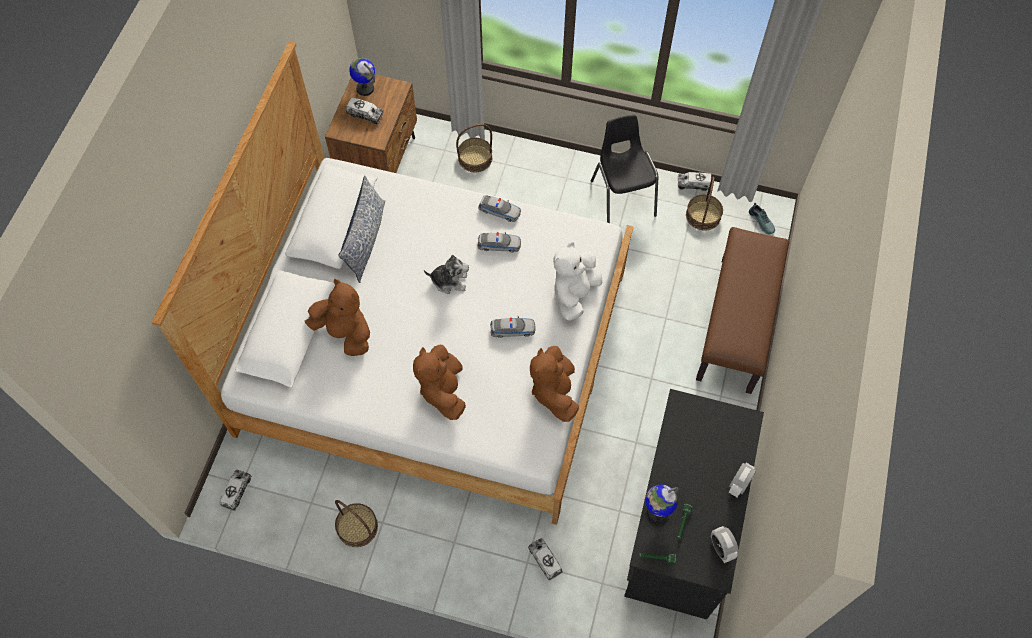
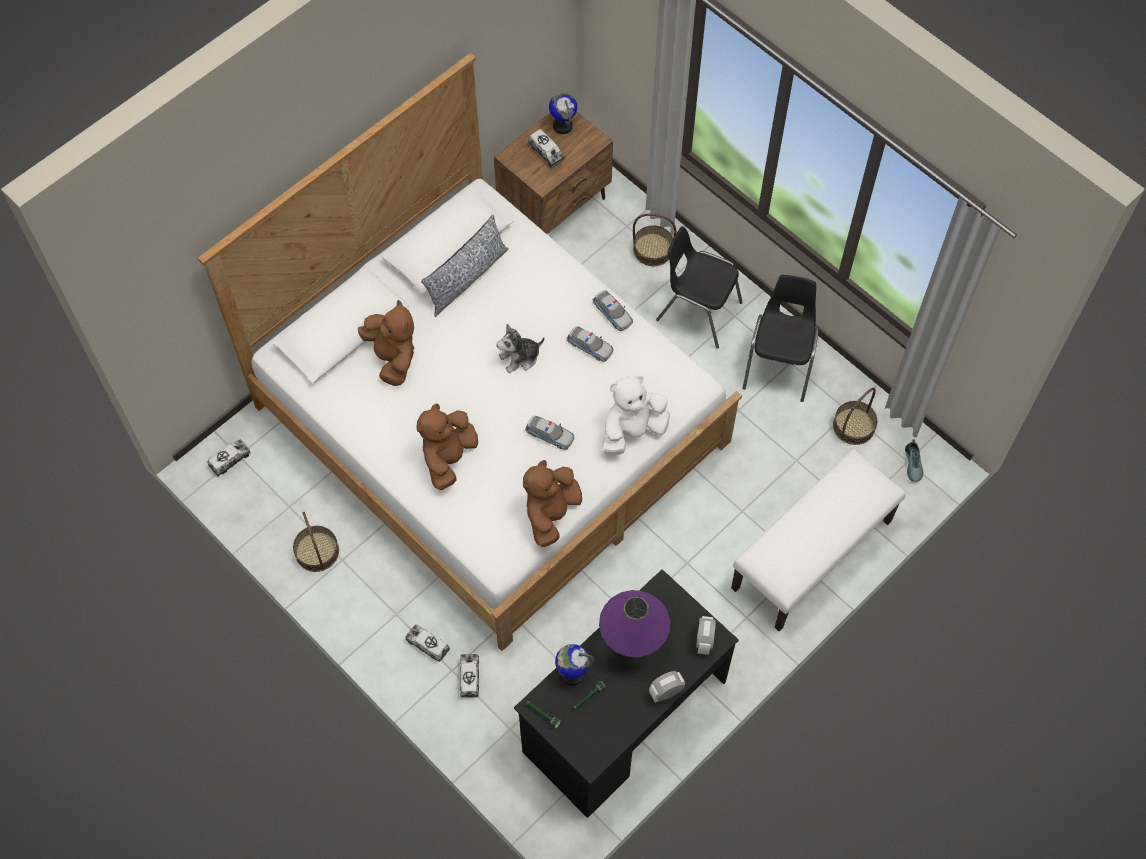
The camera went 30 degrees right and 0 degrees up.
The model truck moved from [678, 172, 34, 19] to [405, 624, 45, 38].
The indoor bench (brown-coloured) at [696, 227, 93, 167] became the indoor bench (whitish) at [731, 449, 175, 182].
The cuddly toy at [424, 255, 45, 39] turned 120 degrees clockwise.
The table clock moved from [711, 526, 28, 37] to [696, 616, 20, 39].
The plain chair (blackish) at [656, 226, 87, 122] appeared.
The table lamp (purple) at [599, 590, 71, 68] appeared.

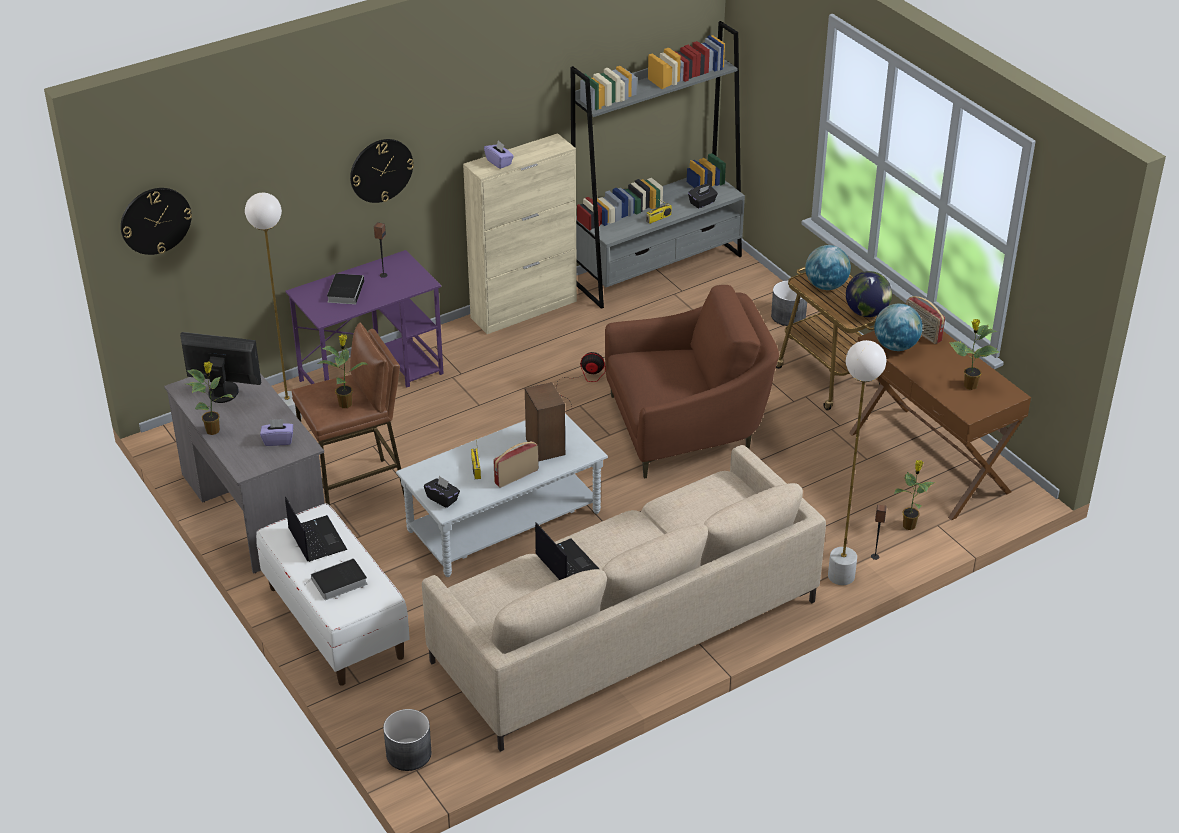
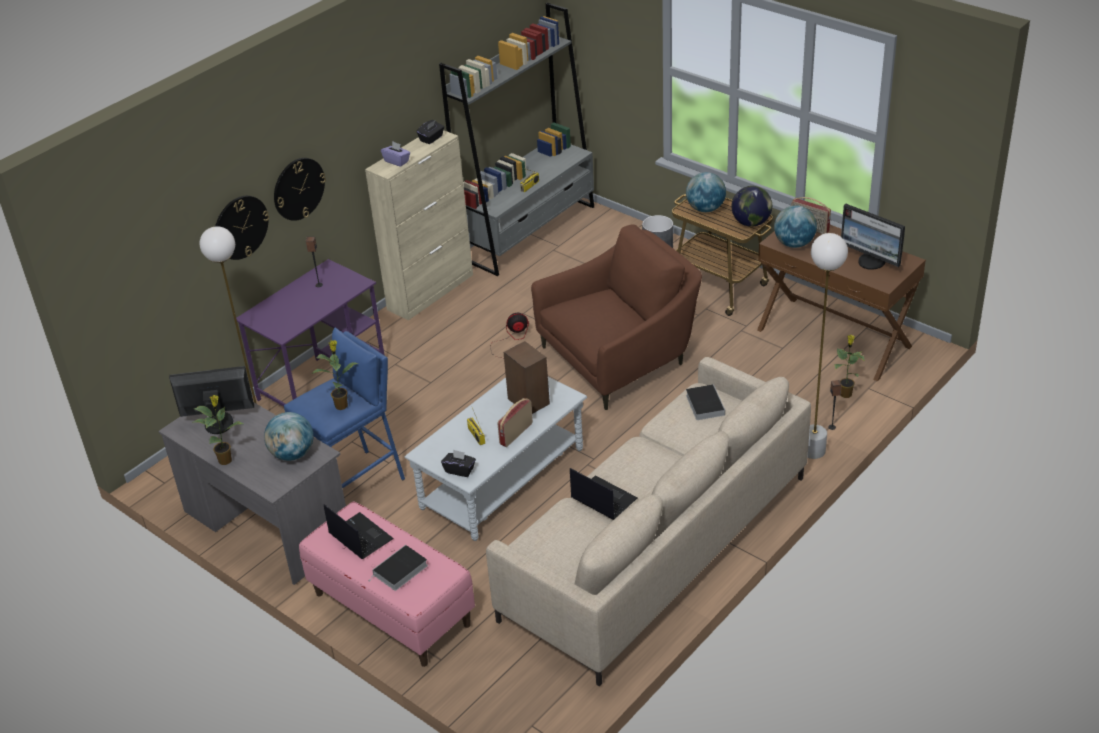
The camera went 15 degrees left and 0 degrees up.
The box of tissues (blackish) moved from [688, 184, 30, 24] to [417, 120, 27, 24].
The wall clock moved from [121, 188, 71, 67] to [215, 196, 54, 64].
The book moved from [327, 274, 37, 30] to [686, 384, 39, 36].
The houseplant at [949, 319, 50, 71] was replaced by the monitor at [841, 204, 64, 66].
The stool (brown-coloured) at [292, 322, 112, 184] became the stool (blue-coloured) at [284, 328, 121, 160].
The box of tissues (purple) at [260, 419, 33, 27] was replaced by the desk globe at [264, 412, 50, 49].
The indoor bench (whitish) at [256, 503, 154, 183] became the indoor bench (pink-coloured) at [299, 501, 176, 166].
The flower pot (greyish) at [383, 709, 48, 62] disappeared.

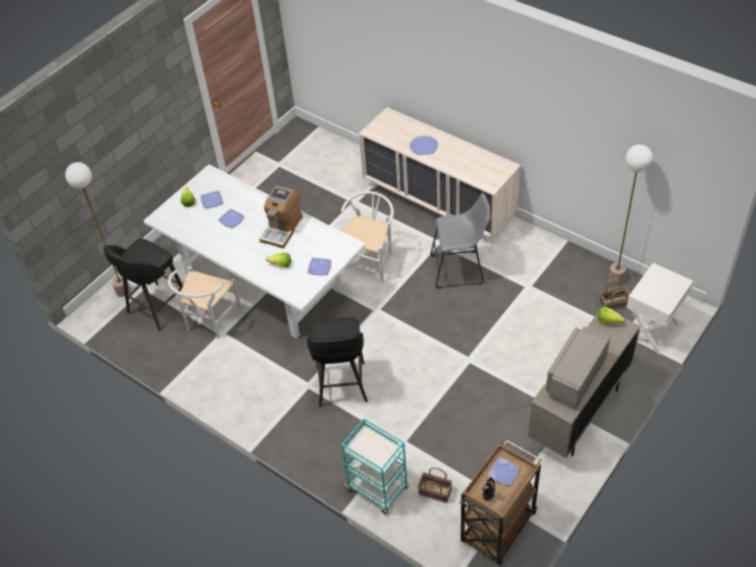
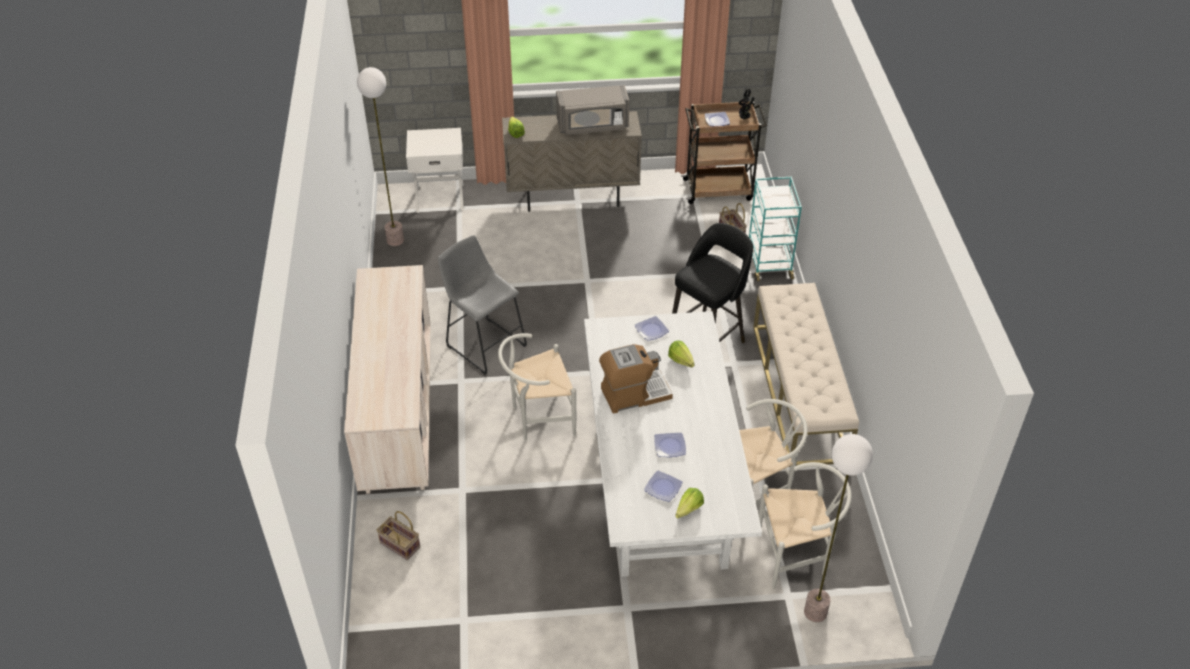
The camera went 135 degrees left and 5 degrees down.
The plate at [410, 136, 28, 19] disappeared.
The stool (blackish) at [103, 238, 80, 93] was replaced by the plain chair (whitish) at [759, 462, 93, 127].
The storage basket moved from [599, 279, 31, 31] to [377, 511, 43, 49].
The indoor bench (beige-coloured) at [753, 283, 106, 184] appeared.

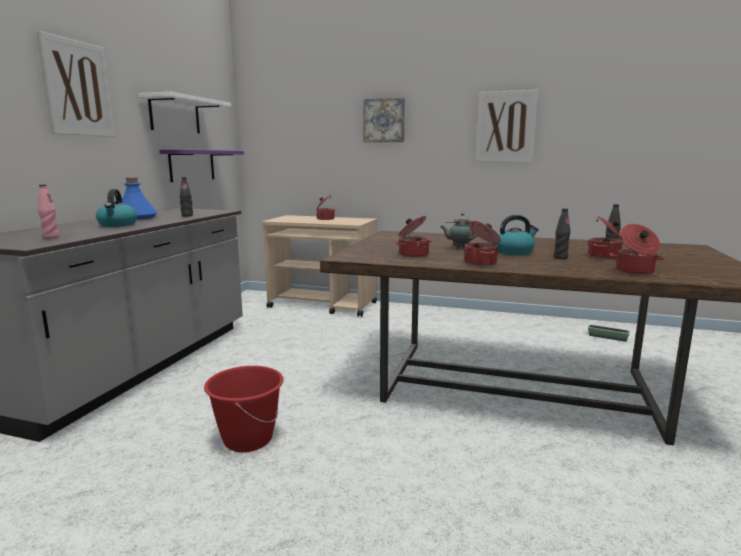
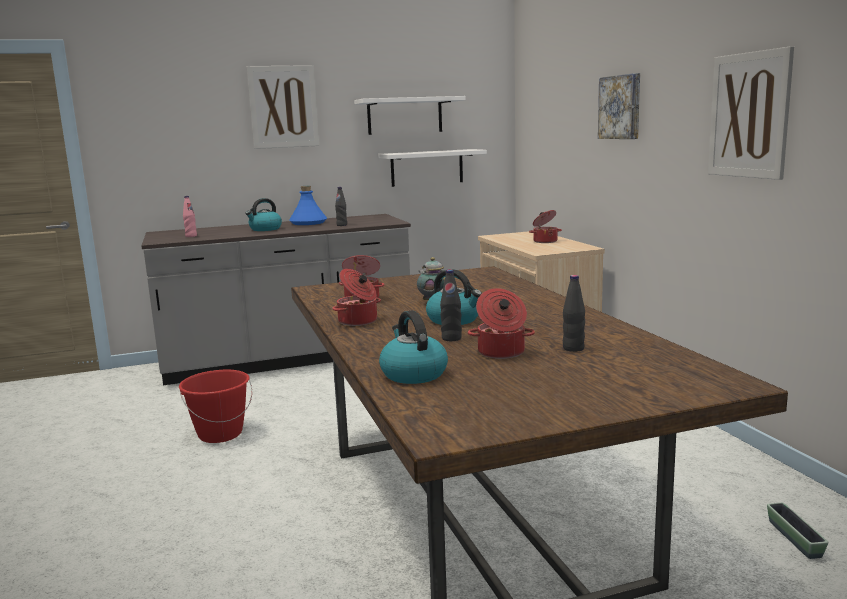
The camera went 55 degrees right and 0 degrees up.
The wall shelf (purple) at [159, 150, 85, 32] became the wall shelf (whitish) at [378, 149, 109, 38].
The cooking pot at [609, 224, 56, 51] was replaced by the kettle at [379, 310, 69, 74].

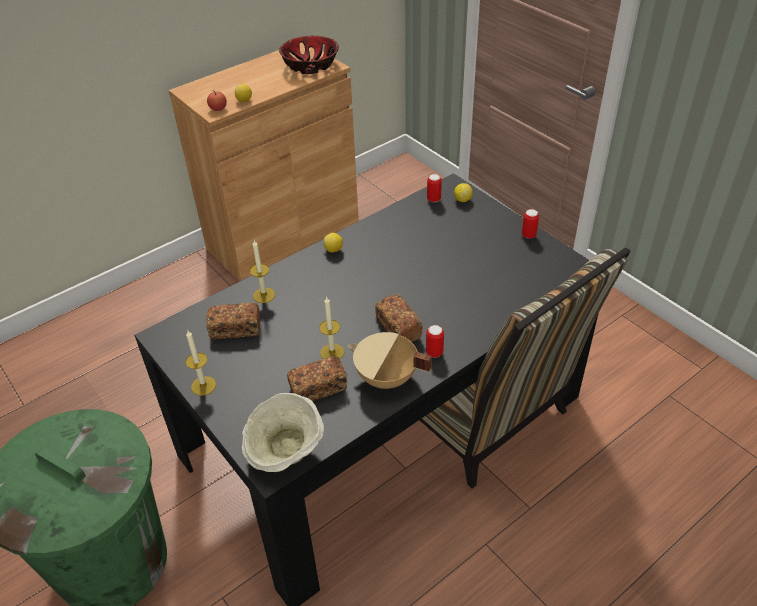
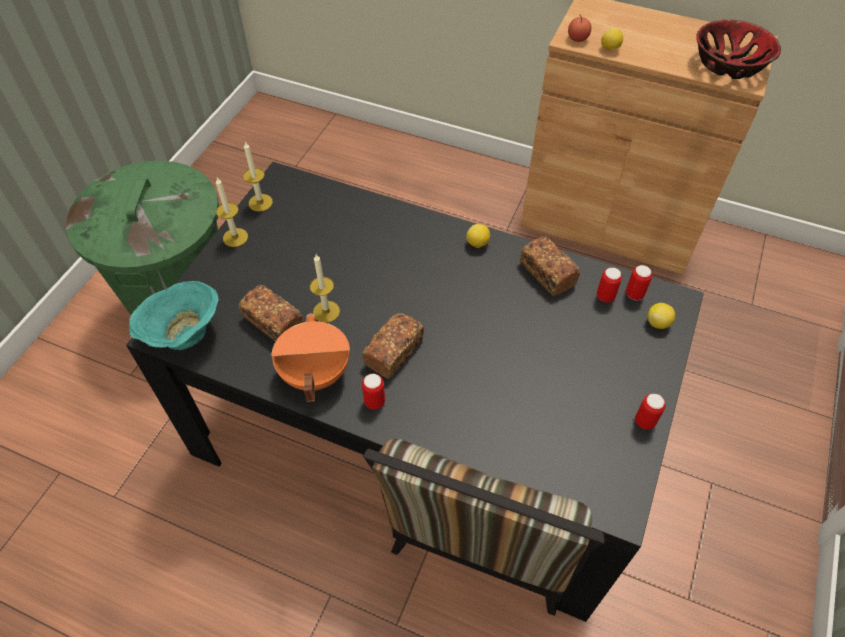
The camera went 60 degrees right and 10 degrees up.
The wax light moved from [250, 240, 25, 63] to [243, 142, 30, 70].
The bread moved from [206, 302, 54, 38] to [520, 236, 60, 60].
The cooking pot (beige-coloured) at [348, 332, 84, 57] became the cooking pot (orange) at [271, 313, 79, 89].
The bowl (beige-coloured) at [242, 393, 82, 79] became the bowl (turquoise) at [129, 281, 90, 69].
The can at [597, 267, 25, 35] appeared.

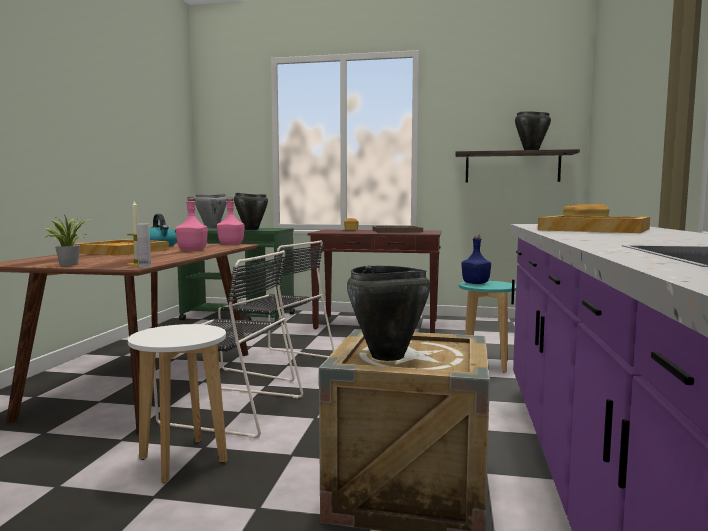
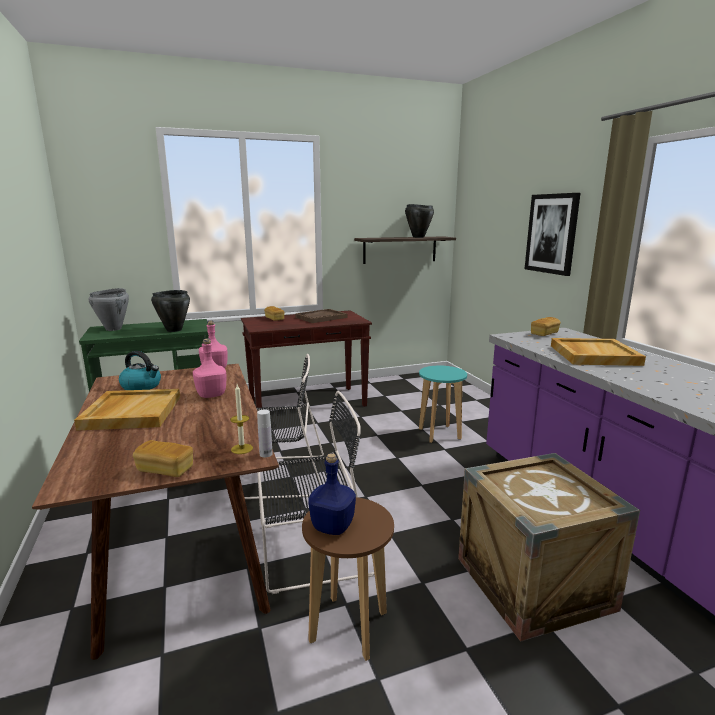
The camera went 30 degrees left and 10 degrees up.
The houseplant at [44, 215, 46, 51] was replaced by the bread at [133, 440, 60, 37].
The bottle (blue-coloured) moved from [461, 234, 30, 50] to [308, 453, 48, 82].
The cooking pot (blackish) at [347, 266, 83, 95] disappeared.
The stool (whitish) at [128, 324, 99, 159] became the stool (brown-coloured) at [302, 497, 92, 164].
The wall art at [525, 193, 56, 83] appeared.

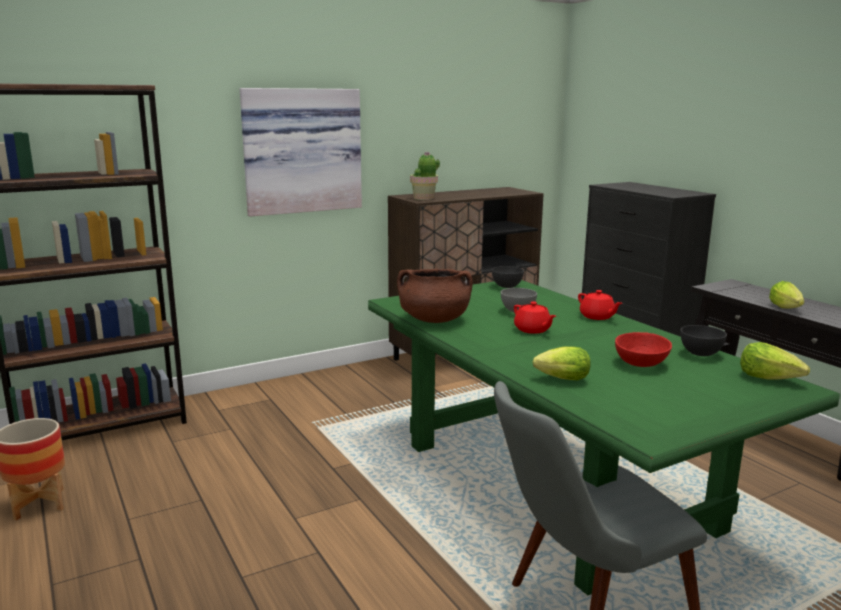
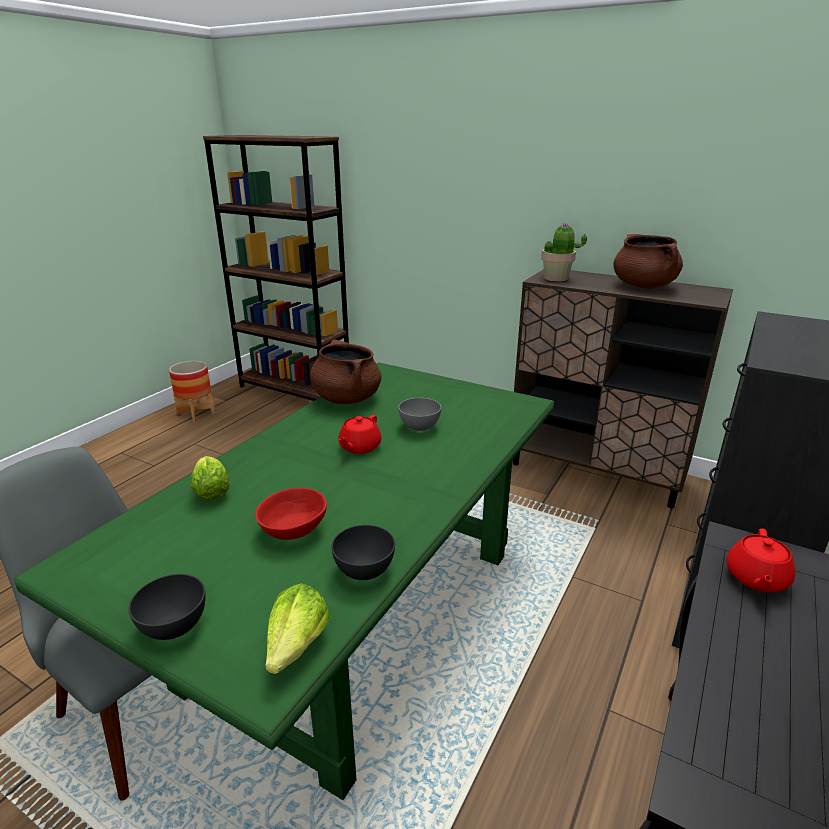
The camera went 60 degrees right and 10 degrees up.
The wall art at [240, 88, 122, 128] disappeared.
The bowl (greyish) moved from [492, 266, 32, 22] to [128, 574, 78, 66].
The head of lettuce at [769, 281, 35, 27] disappeared.
The tea pot (red) moved from [578, 290, 44, 30] to [726, 528, 69, 64].
The cooking pot (brown-coloured) at [614, 234, 69, 55] appeared.

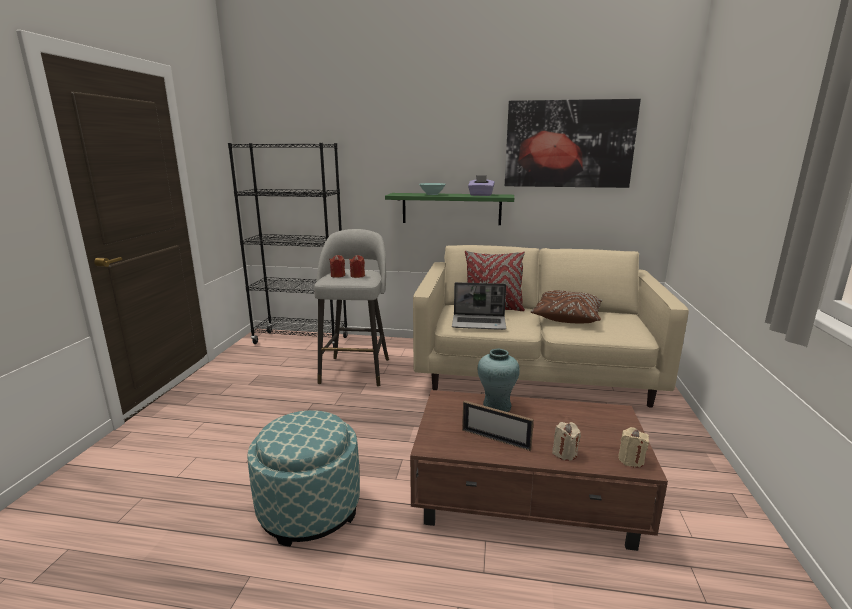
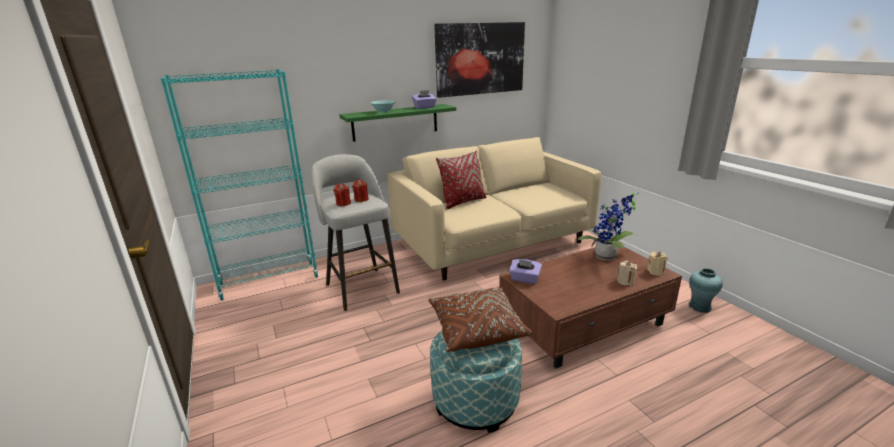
The camera went 35 degrees left and 5 degrees up.
The bookcase (blackish) at [228, 143, 120, 205] became the bookcase (turquoise) at [160, 69, 159, 231].
The portable computer at [452, 282, 54, 48] disappeared.
The pillow (brown-coloured) moved from [531, 290, 72, 33] to [428, 288, 105, 64].
The vase (turquoise) moved from [477, 349, 43, 63] to [689, 268, 34, 45].
The picture frame at [462, 400, 72, 51] disappeared.
The houseplant at [578, 192, 61, 69] appeared.
The box of tissues (purple) at [509, 259, 33, 25] appeared.

